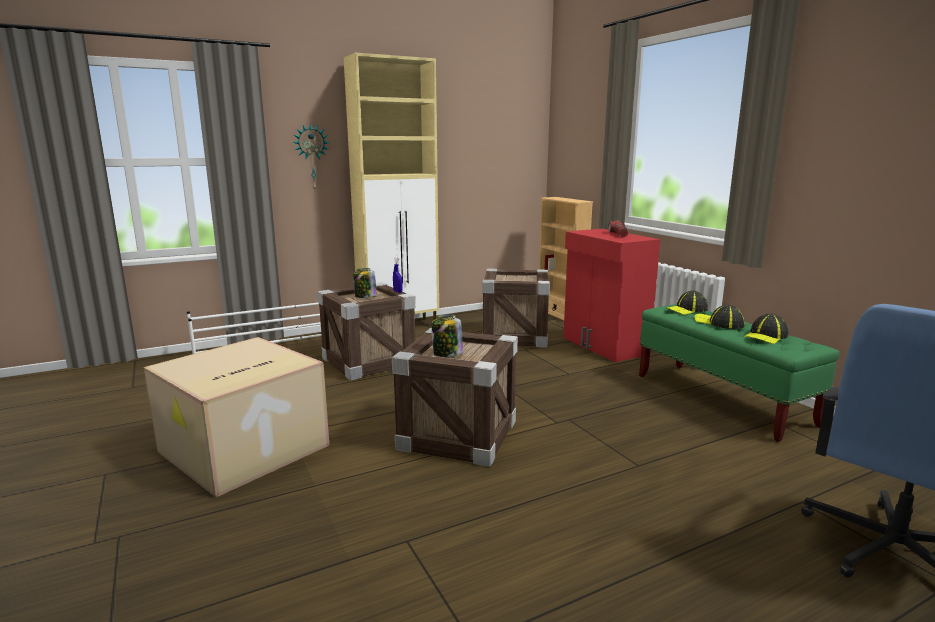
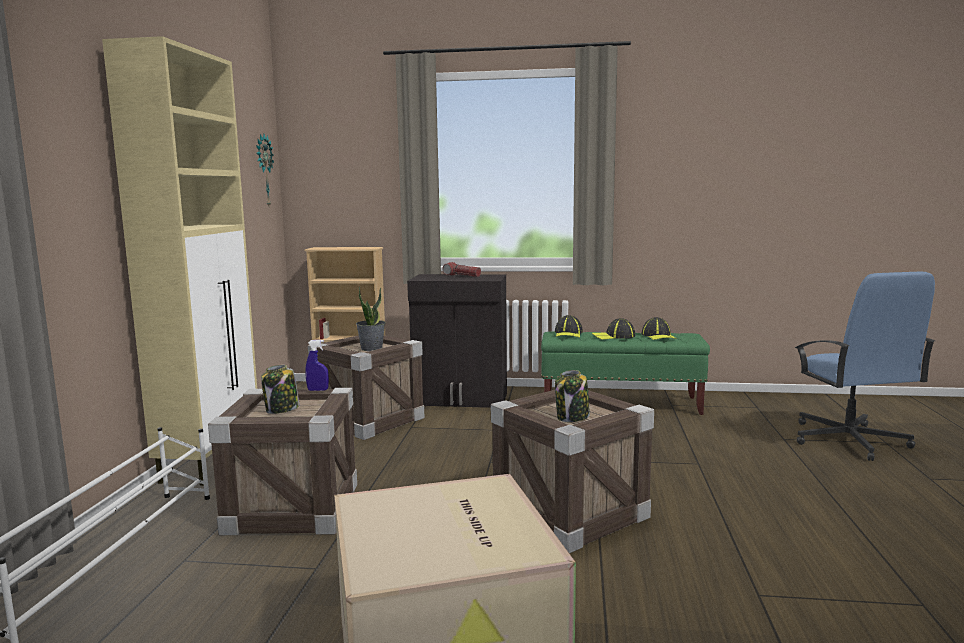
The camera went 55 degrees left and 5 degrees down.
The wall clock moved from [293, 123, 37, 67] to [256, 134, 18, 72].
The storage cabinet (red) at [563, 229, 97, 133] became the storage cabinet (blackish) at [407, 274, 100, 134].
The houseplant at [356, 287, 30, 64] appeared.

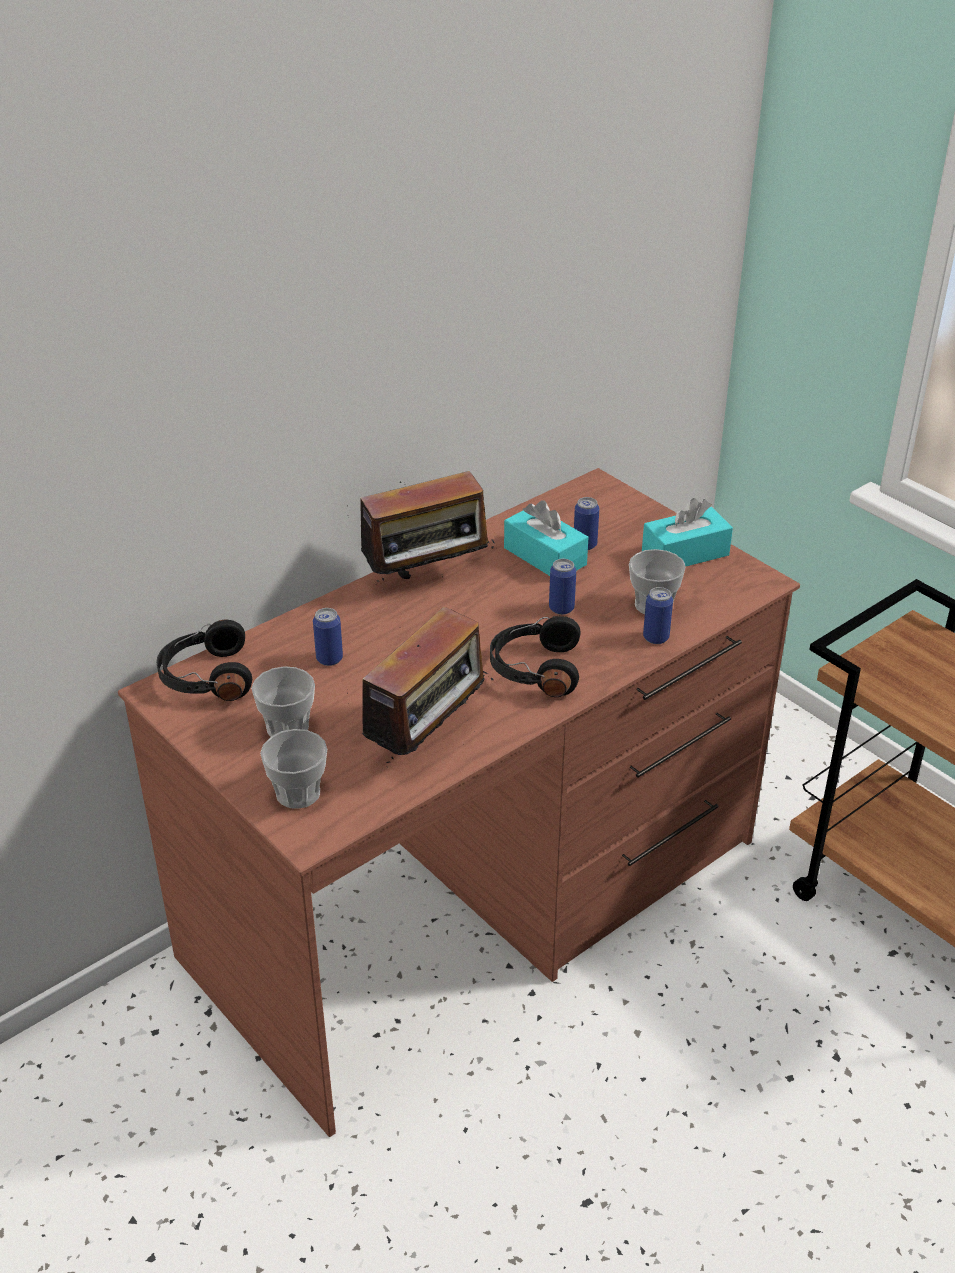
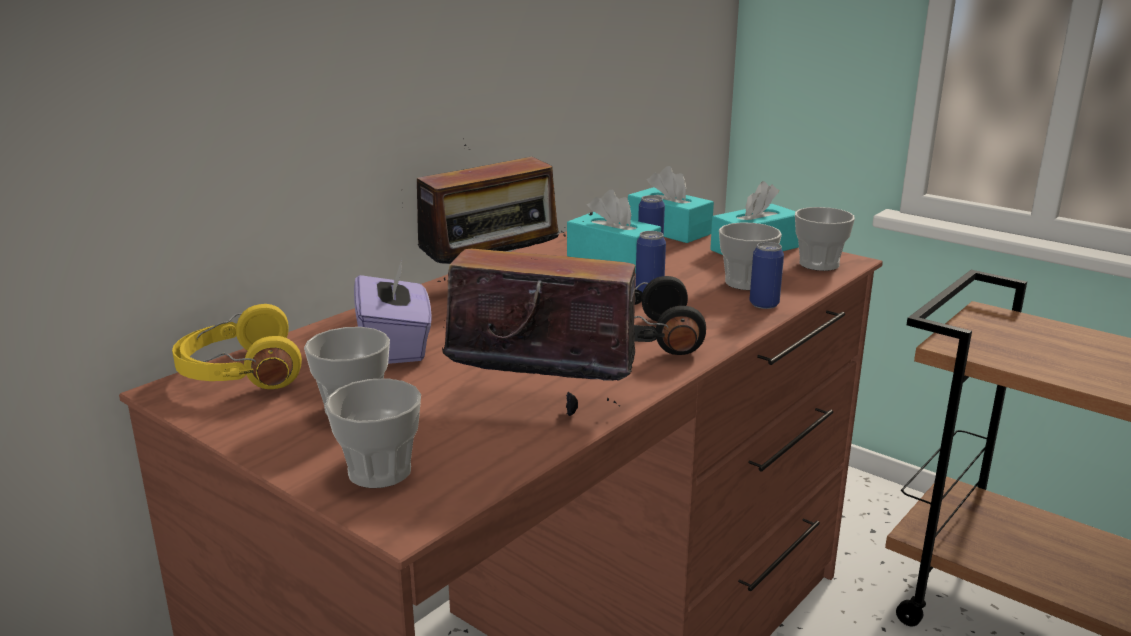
The camera went 10 degrees left and 15 degrees down.
The radio receiver at [348, 607, 145, 156] turned 105 degrees counterclockwise.
The can at [313, 608, 30, 58] was replaced by the box of tissues (purple) at [354, 259, 78, 105].
The pair of headphones (blackish) at [156, 619, 96, 82] became the pair of headphones (yellow-coloured) at [172, 304, 130, 85].
The box of tissues (turquoise) at [628, 166, 86, 77] appeared.
The cup at [795, 207, 60, 64] appeared.

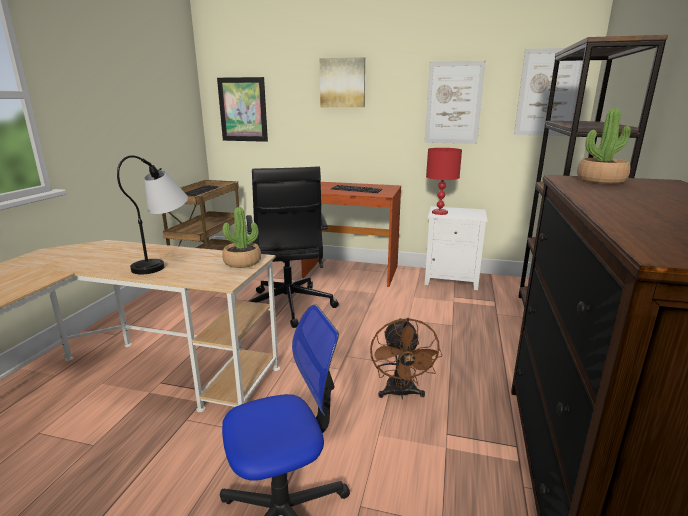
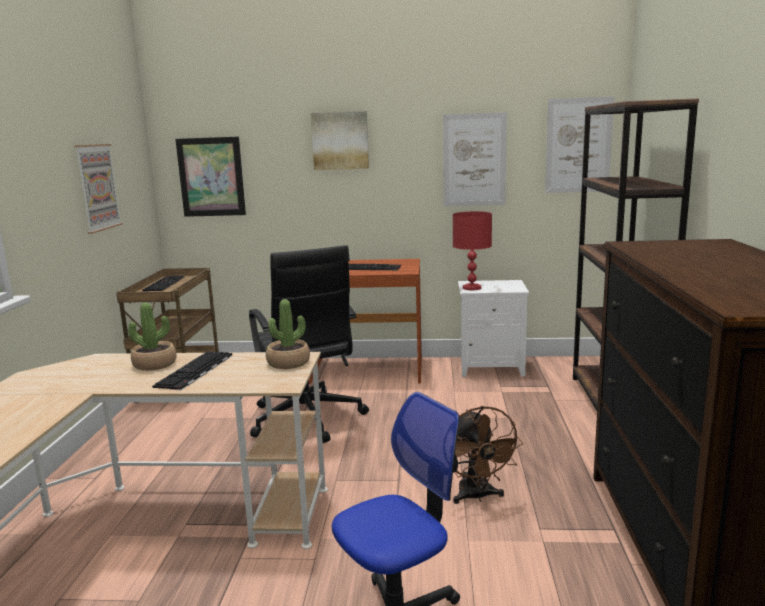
The camera went 10 degrees left and 5 degrees down.
The houseplant moved from [577, 108, 54, 76] to [128, 302, 49, 69].
The table lamp at [117, 155, 71, 119] was replaced by the computer keyboard at [152, 351, 80, 39].
The wall art at [74, 144, 49, 90] appeared.

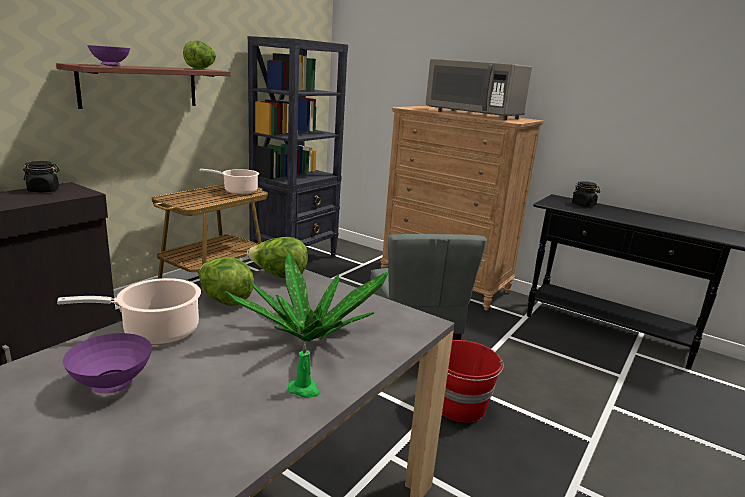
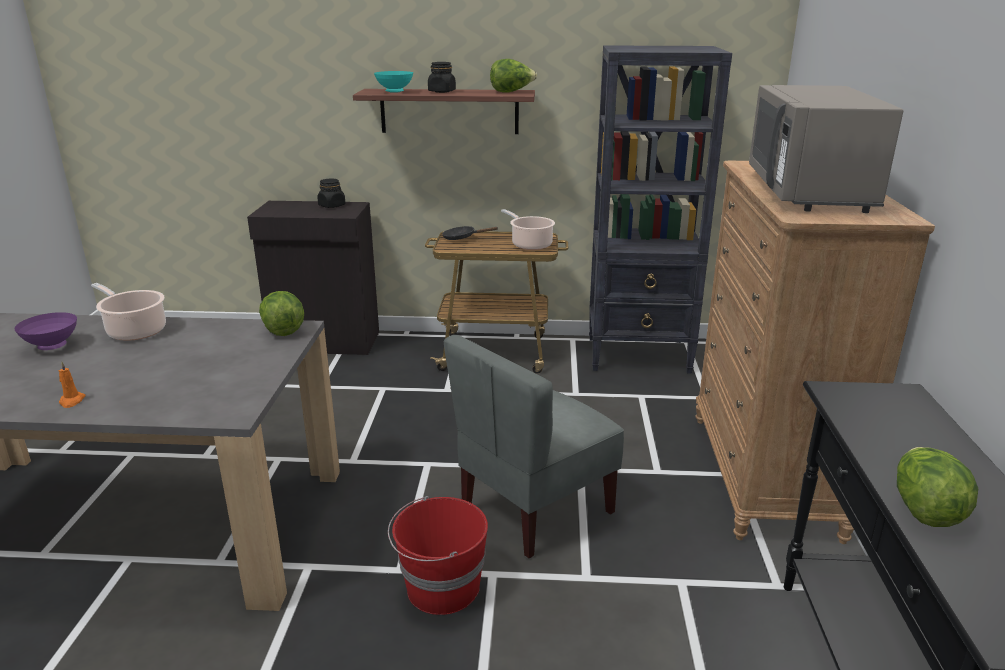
The camera went 60 degrees right and 5 degrees up.
The bowl (purple) at [87, 45, 43, 21] became the bowl (turquoise) at [374, 71, 39, 22].
The storage jar (blackish) moved from [572, 181, 28, 26] to [428, 62, 28, 31].
The houseplant at [224, 253, 164, 88] disappeared.
The head of lettuce moved from [199, 257, 55, 49] to [897, 447, 81, 80].
The wax light (greenish) at [288, 343, 32, 54] became the wax light (orange) at [59, 361, 27, 47].
The pan (blackish) at [442, 226, 57, 14] appeared.

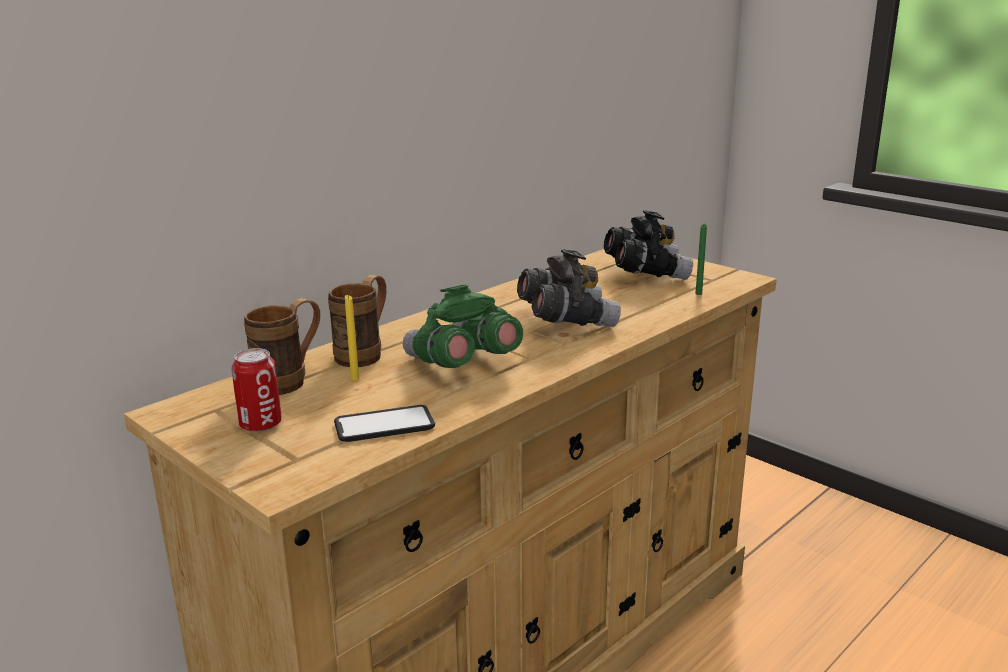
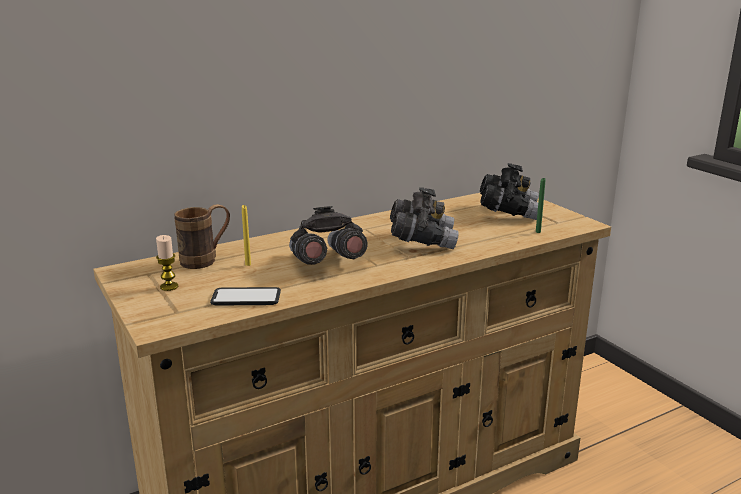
The camera went 15 degrees right and 0 degrees up.
The coffee mug (brown-coloured) at [328, 275, 58, 92] disappeared.
The field glasses (greenish) at [403, 285, 120, 83] became the field glasses (greyish) at [289, 206, 79, 59].
The can at [231, 348, 51, 84] was replaced by the wax light at [156, 235, 22, 56].

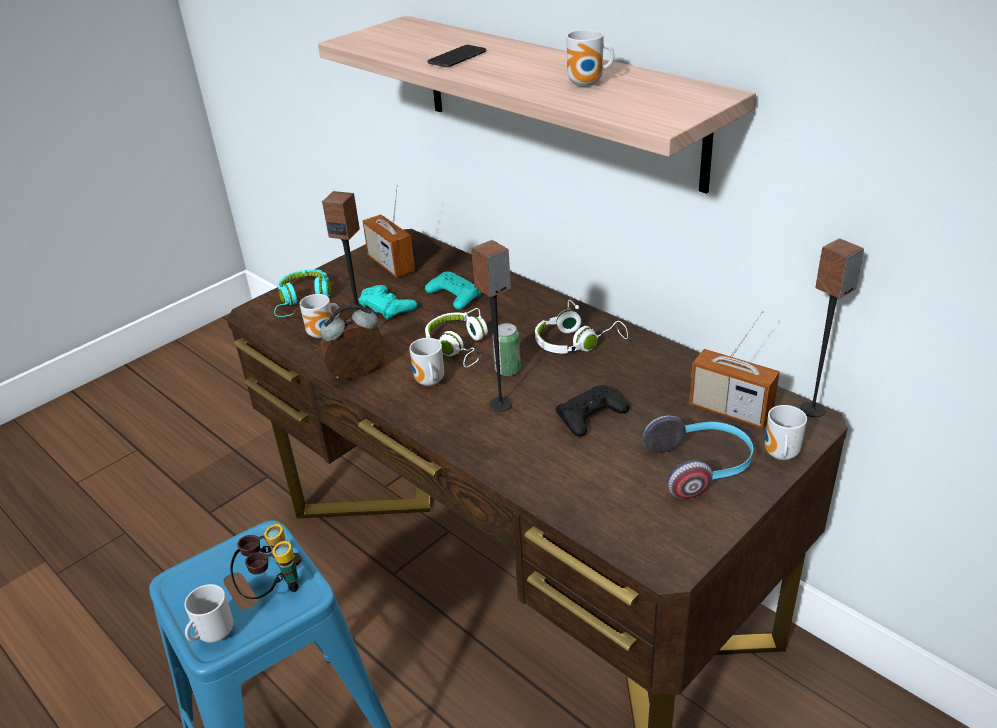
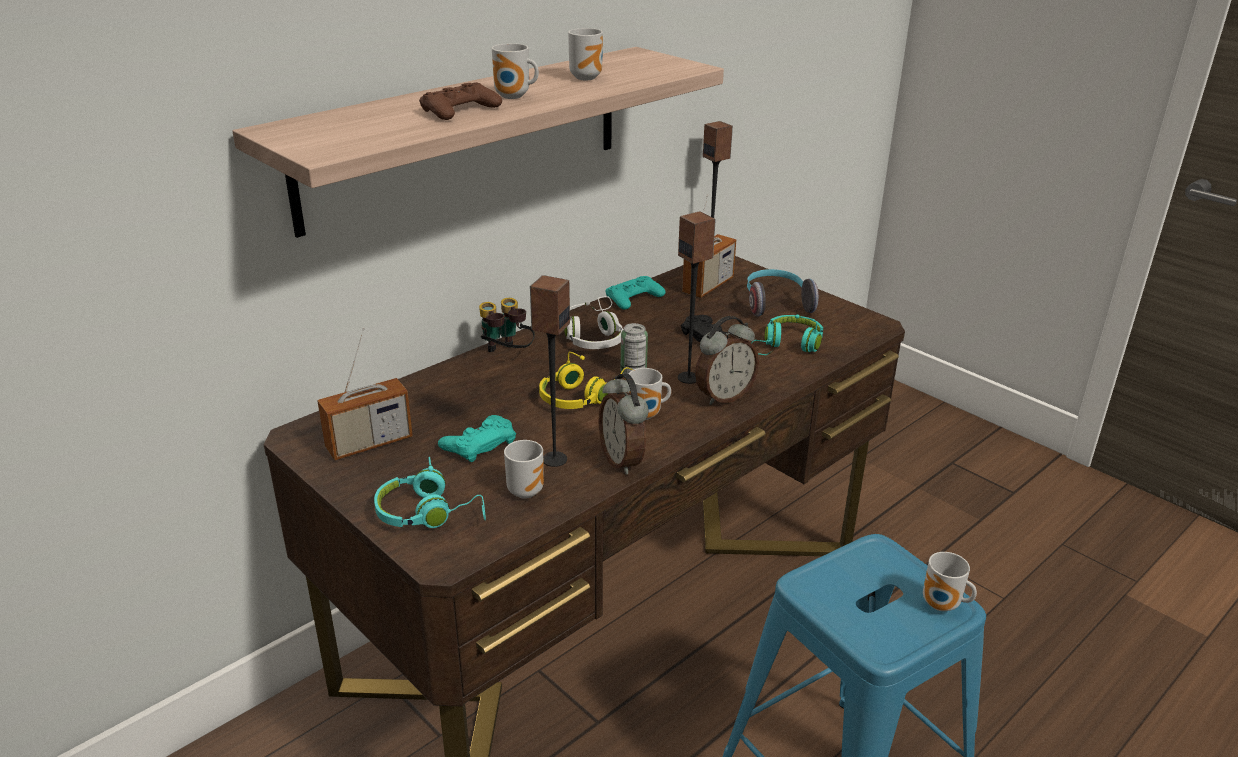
The camera went 90 degrees left and 5 degrees down.
The phone at [427, 45, 60, 22] was replaced by the joypad (brown-coloured) at [419, 82, 83, 38].
The joypad (turquoise) moved from [425, 272, 57, 37] to [605, 276, 61, 34].
The pair of headphones (whitish) at [425, 308, 63, 59] became the pair of headphones (yellow-coloured) at [539, 352, 94, 57].
The coffee mug moved from [765, 405, 42, 55] to [492, 43, 47, 56].
The field glasses moved from [230, 524, 72, 75] to [479, 298, 56, 54].
The pair of headphones (turquoise) at [751, 315, 72, 40] appeared.
The table clock at [695, 316, 64, 89] appeared.

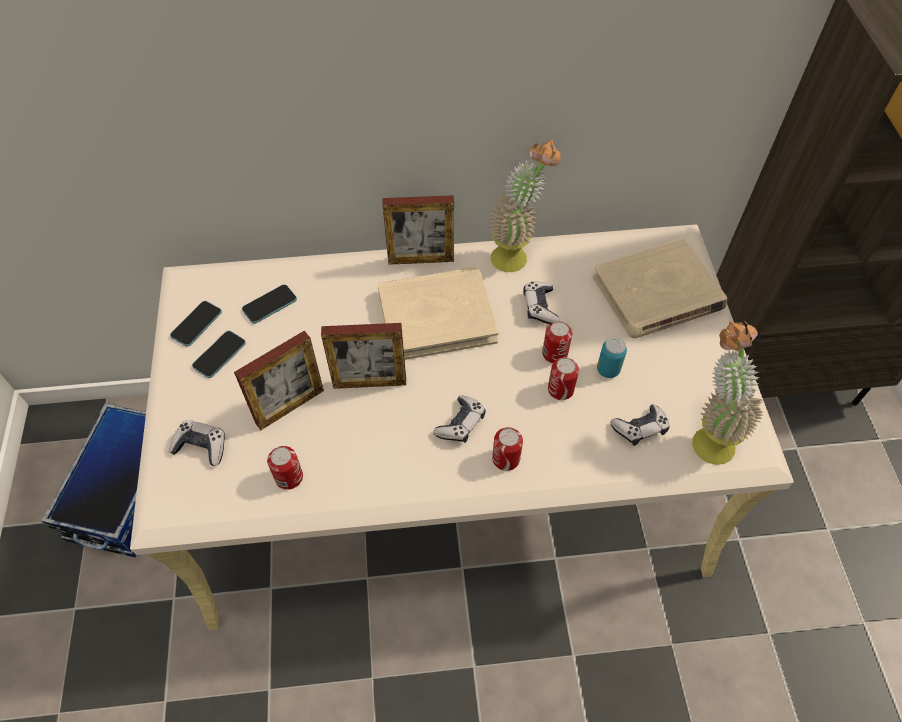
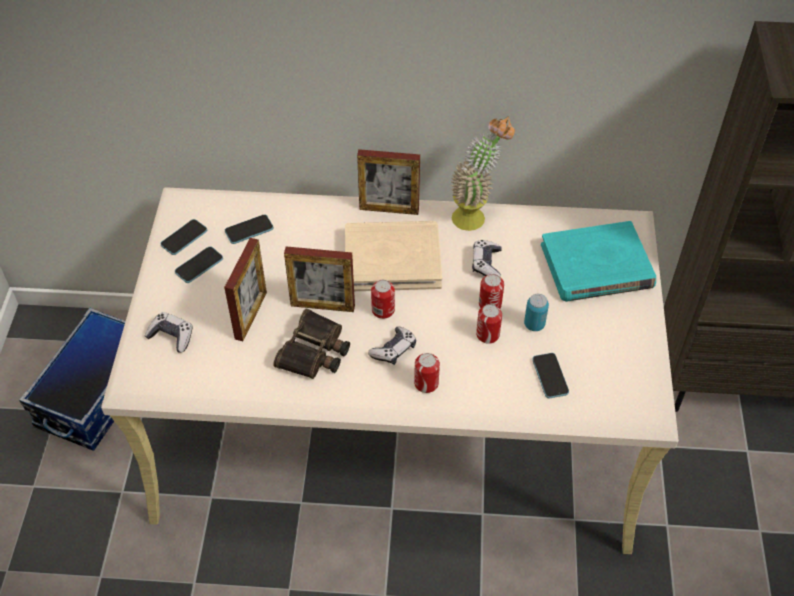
The camera went 10 degrees right and 5 degrees down.
The book (beige-coloured) at [593, 239, 134, 99] became the book (turquoise) at [541, 221, 115, 81].
The houseplant at [692, 321, 72, 144] disappeared.
The picture frame at [234, 331, 90, 99] turned 45 degrees counterclockwise.
The joypad at [610, 404, 60, 42] was replaced by the phone at [532, 353, 37, 45].
The can moved from [267, 446, 36, 44] to [371, 280, 24, 39].
The field glasses at [273, 309, 77, 70] appeared.

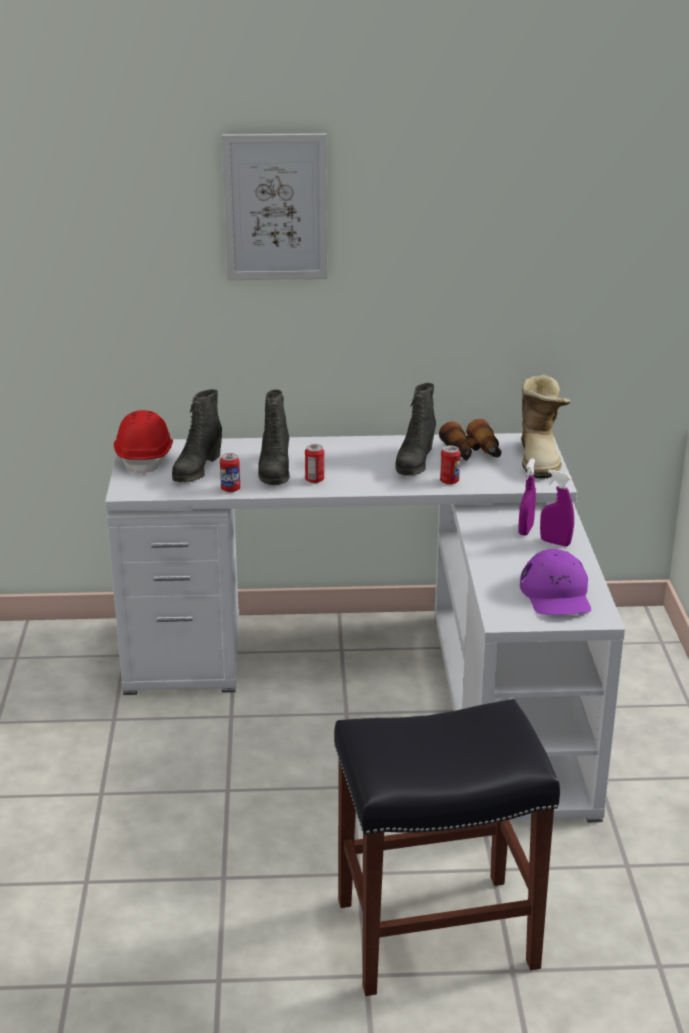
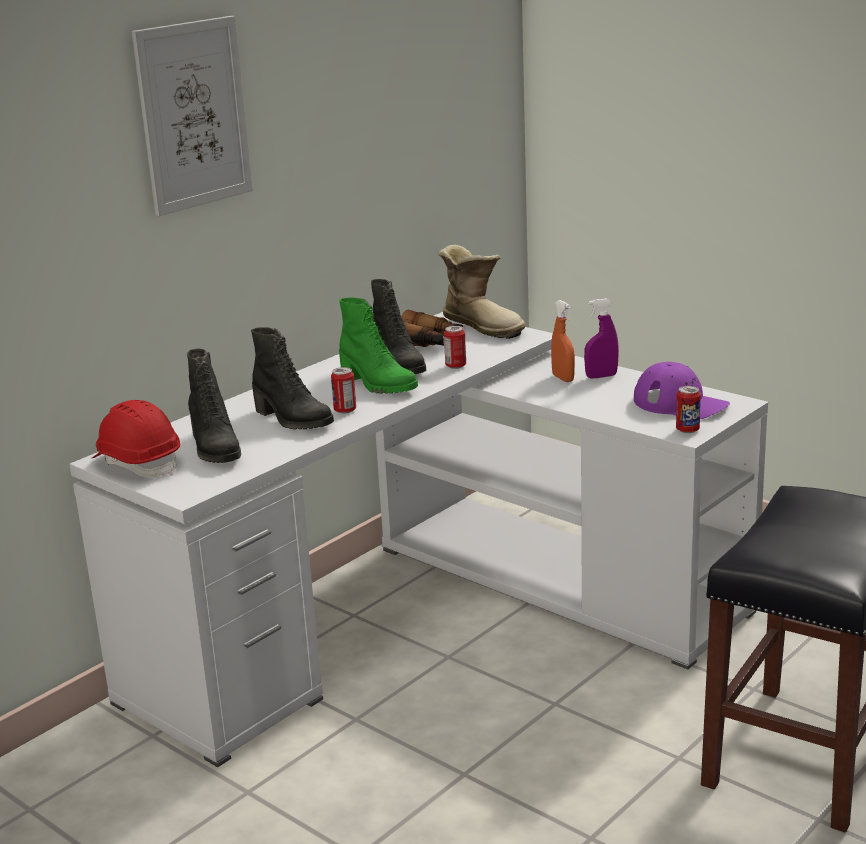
The camera went 45 degrees left and 5 degrees down.
The can moved from [220, 453, 20, 40] to [676, 386, 25, 47].
The hand sprayer (purple) at [518, 458, 18, 77] became the hand sprayer (orange) at [551, 300, 24, 82].
The tall boot (greenish) at [339, 298, 79, 96] appeared.

